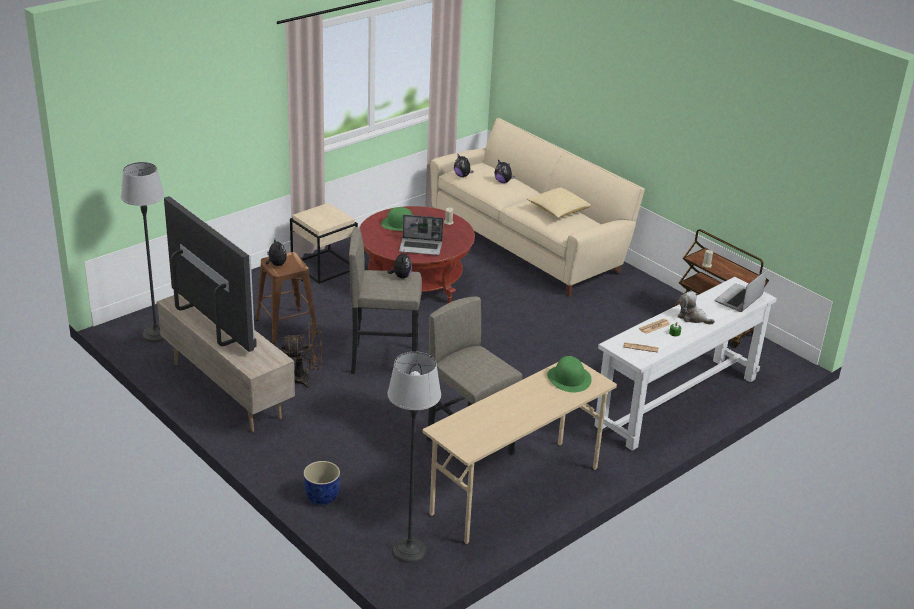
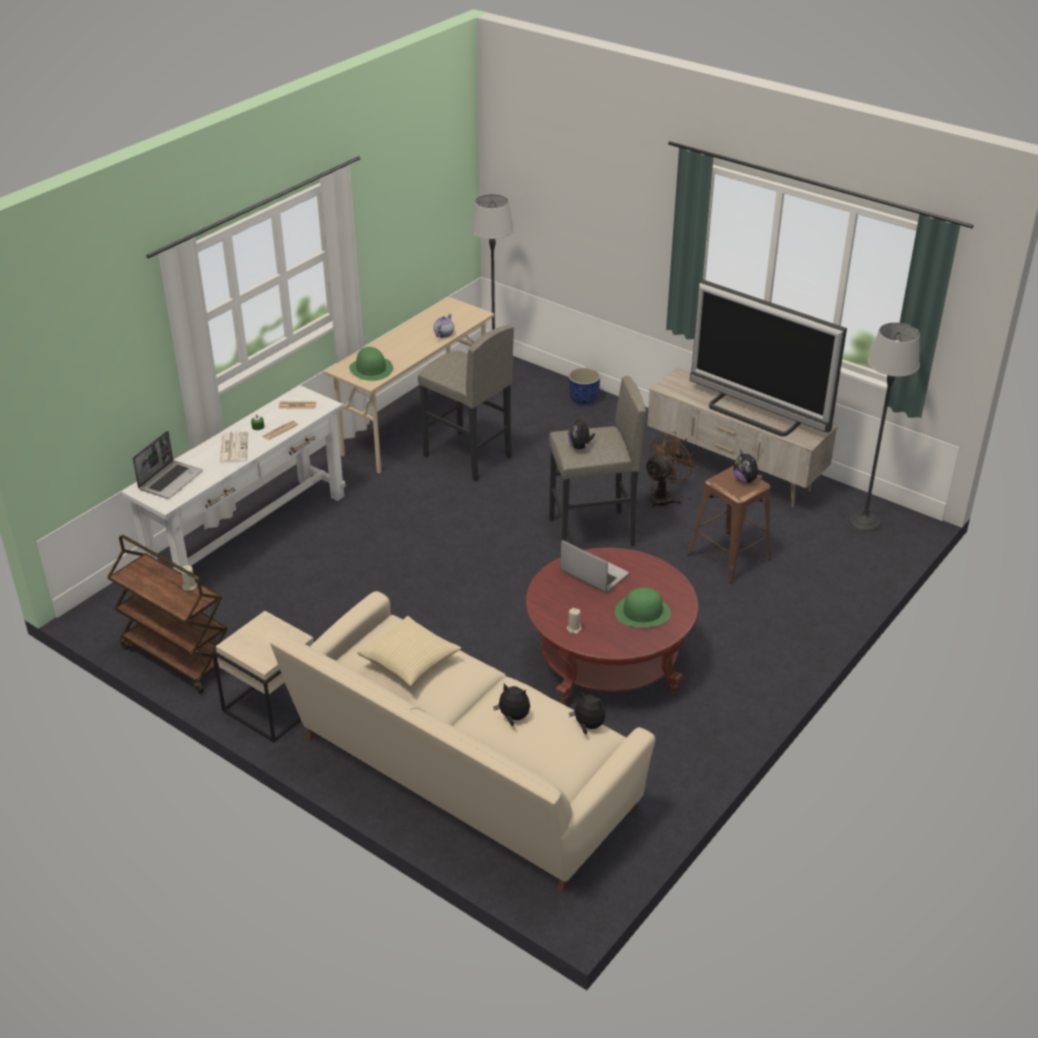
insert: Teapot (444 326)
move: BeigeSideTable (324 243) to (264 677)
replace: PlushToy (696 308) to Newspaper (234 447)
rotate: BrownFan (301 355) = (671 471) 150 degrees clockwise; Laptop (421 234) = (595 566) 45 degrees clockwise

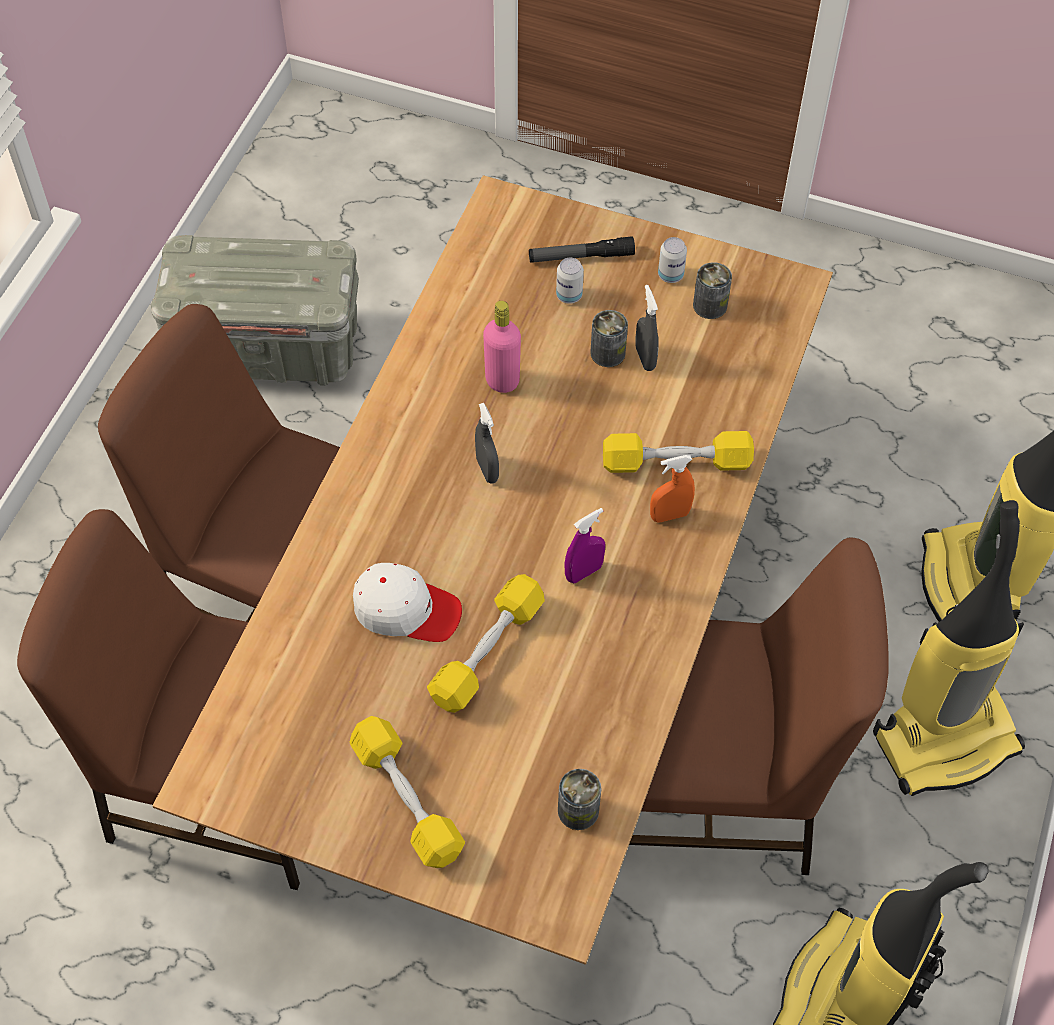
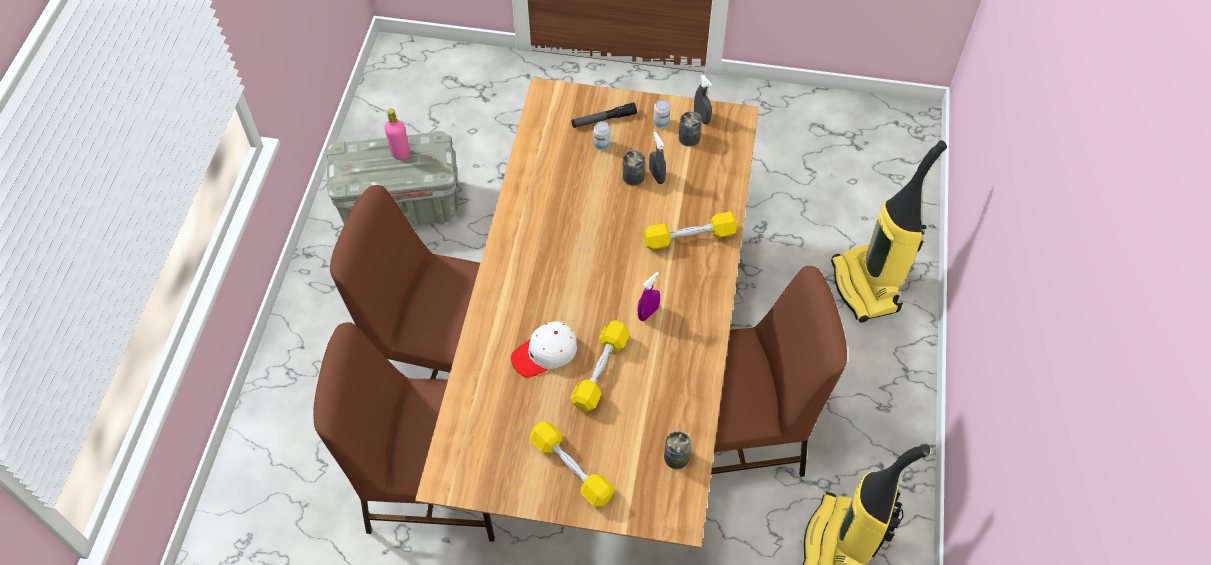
delete: OrangeSprayBottle (672 489); VacuumCleaner (949 648)
move: GreySprayBottle (487 443) to (703 99); PinkBottle (502 347) to (397 134)
rotate: WhiteCap (407 602) = (544 349) 150 degrees clockwise

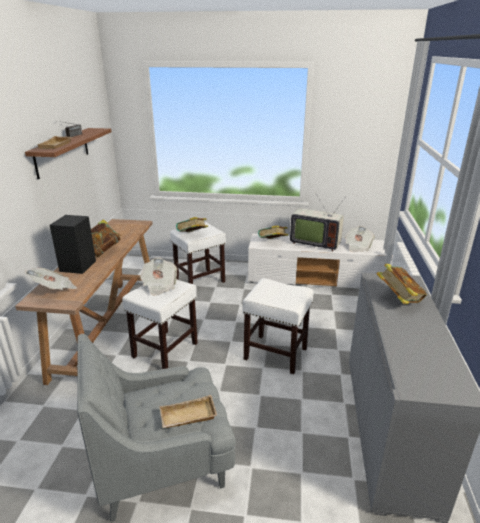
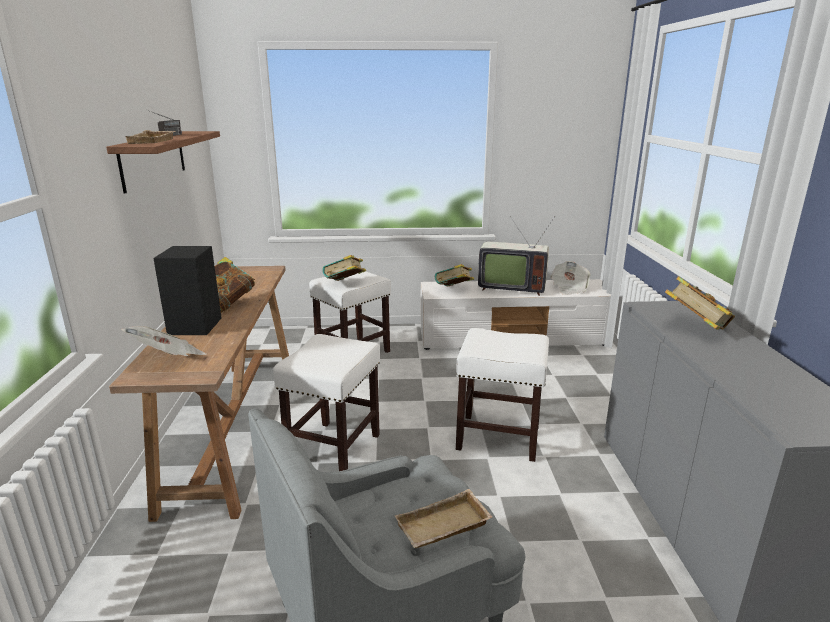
delete: Newspaper (158 277)

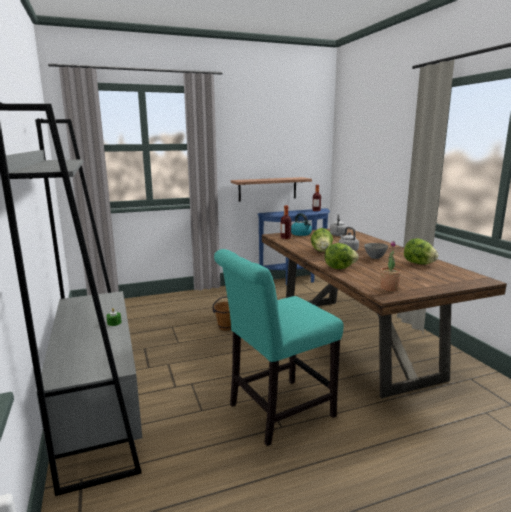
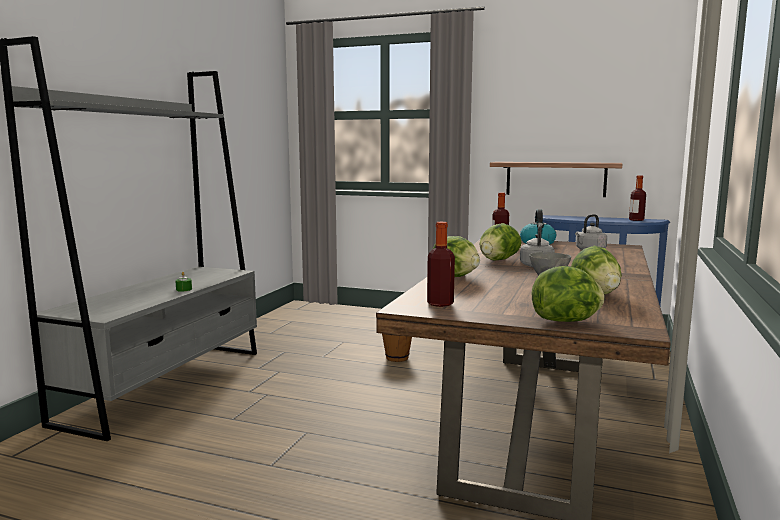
delete: TurquoiseChair (279 347)
insert: Lettuce (568 294)
replace: PottedPlant (390 266) to Bottle (441 264)

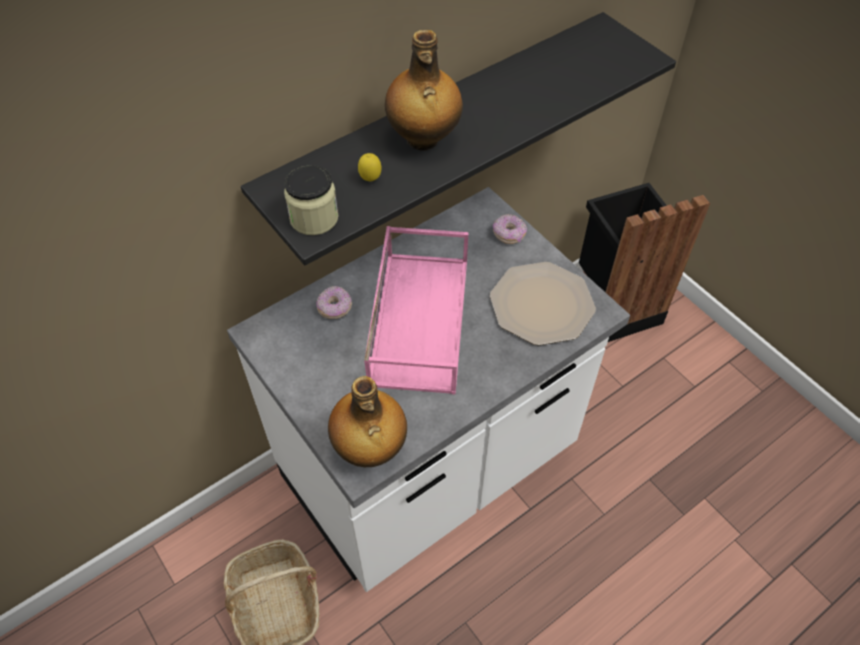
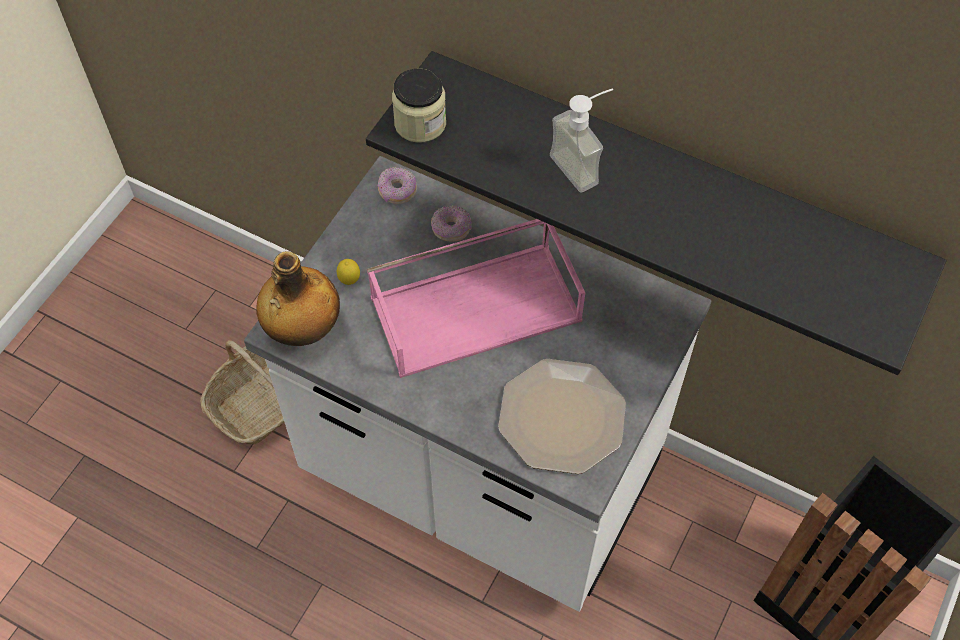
move: Lemon (370 167) to (348 272); Donut (510 229) to (397 185)
replace: Bottle (424 90) to SoapDispenser (581 140)

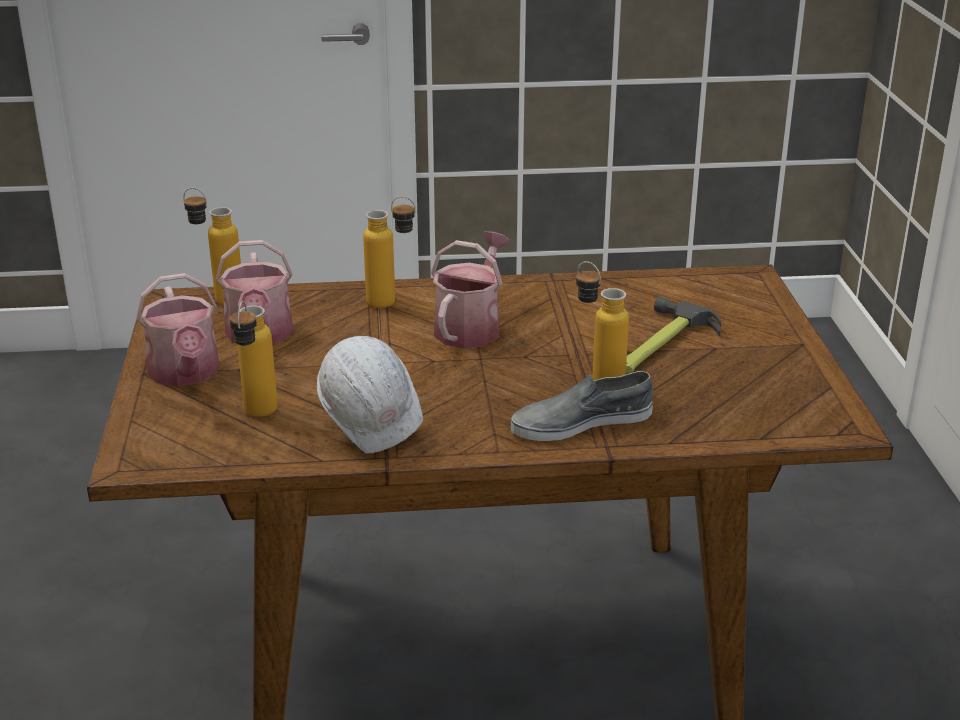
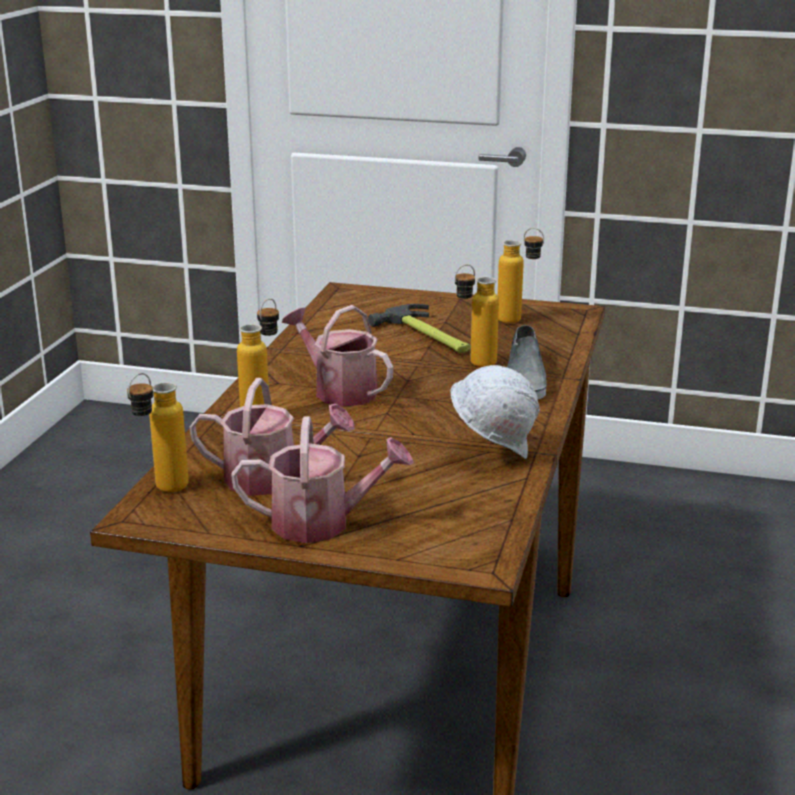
move: Bottle (254 359) to (521 276)

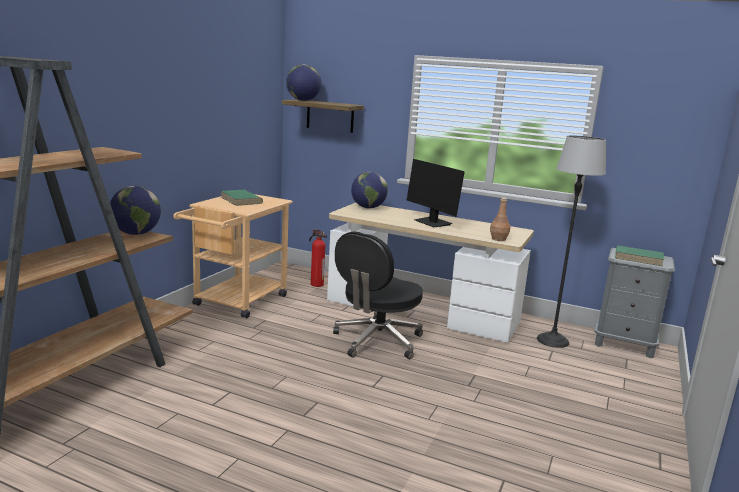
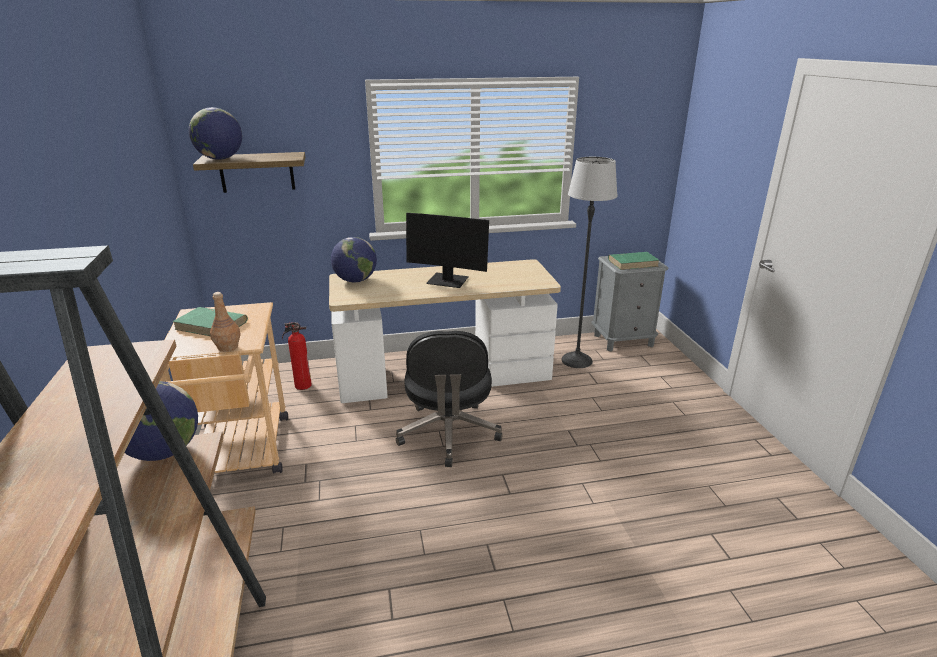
move: BrownBottle (500 219) to (225 322)

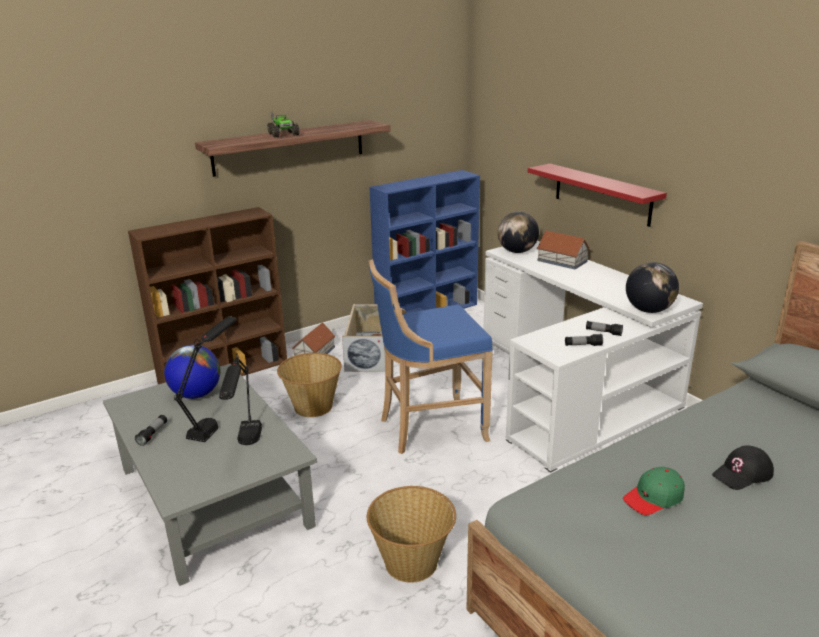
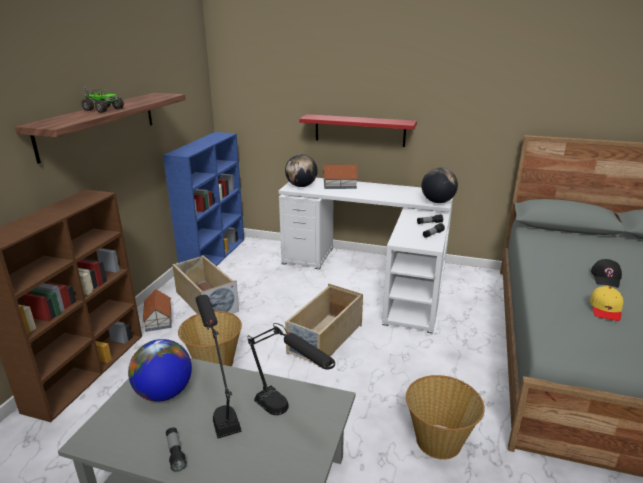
replace: BlueStool (430 356) to BeigeStorageBox (324 325)
recolor: GreenCap (654 491) to YellowCap (607 303)

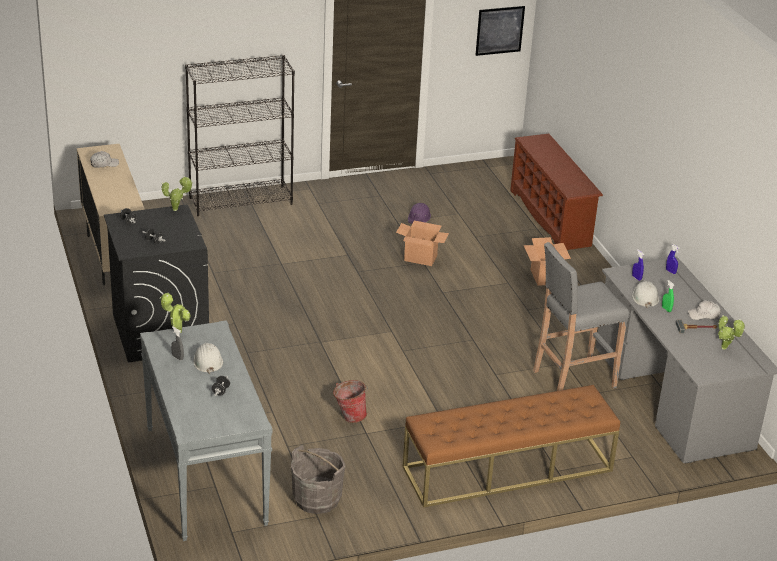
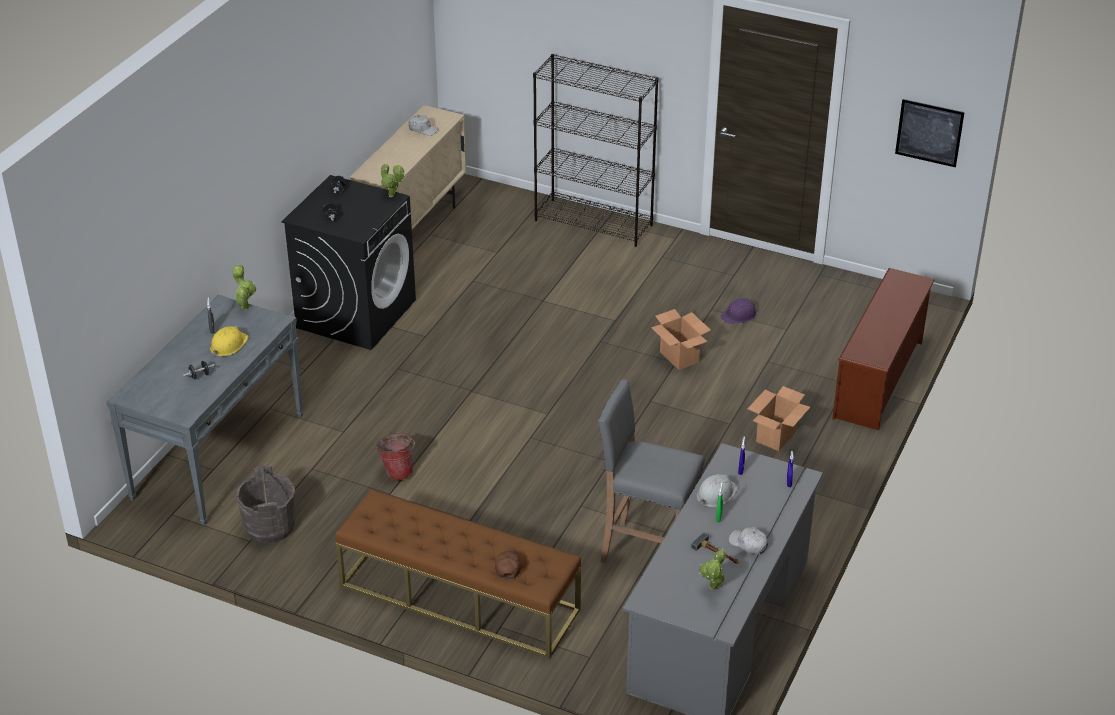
insert: BrownCap (508 564)
recolor: WhiteHardHat (208 358) to YellowHardHat (229 341)

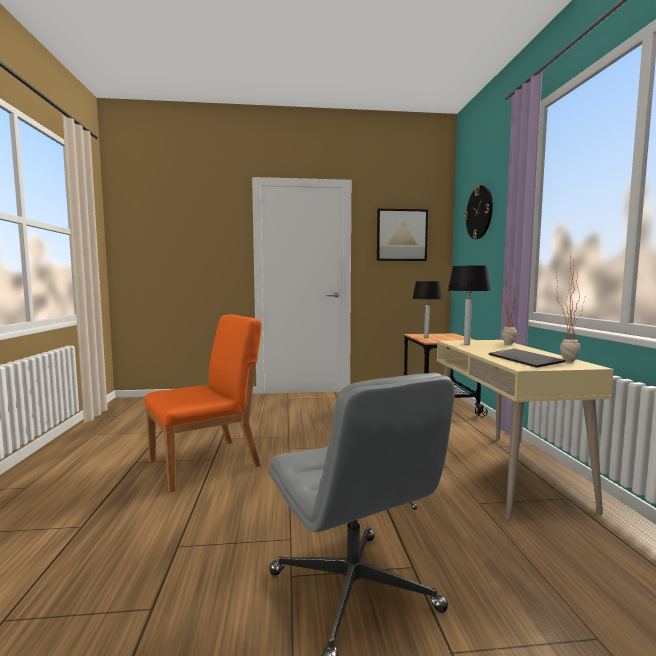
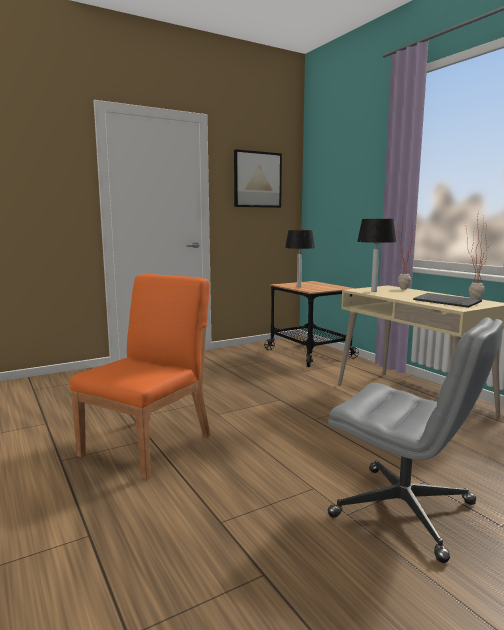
delete: WallClock (478 212)

